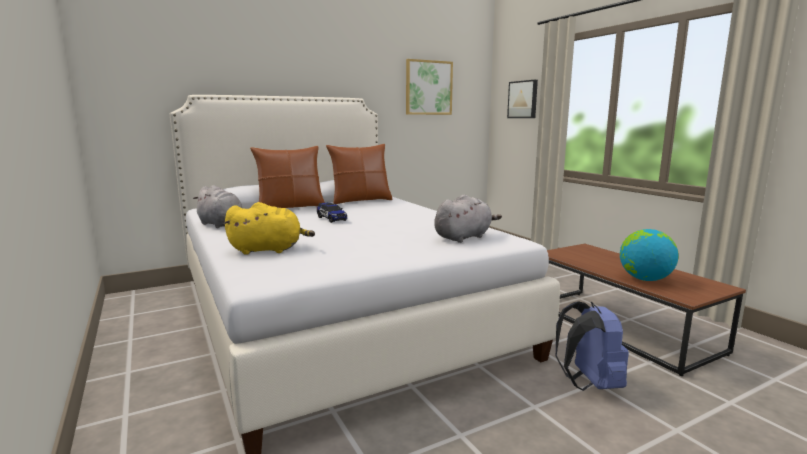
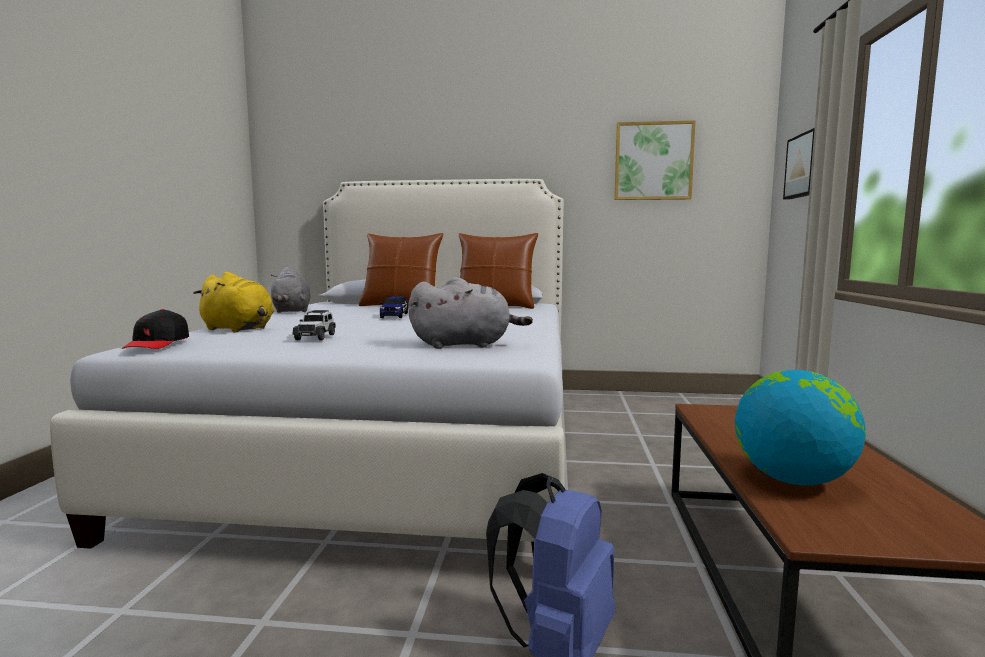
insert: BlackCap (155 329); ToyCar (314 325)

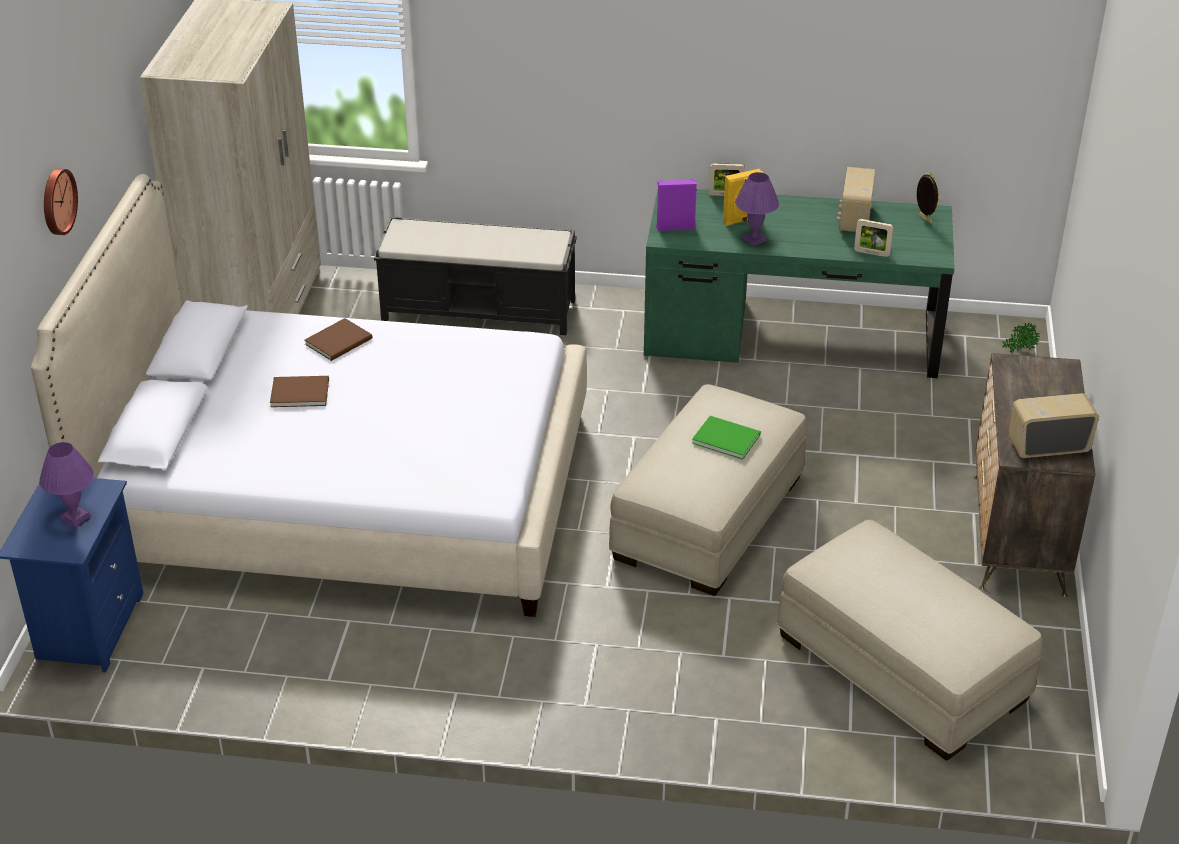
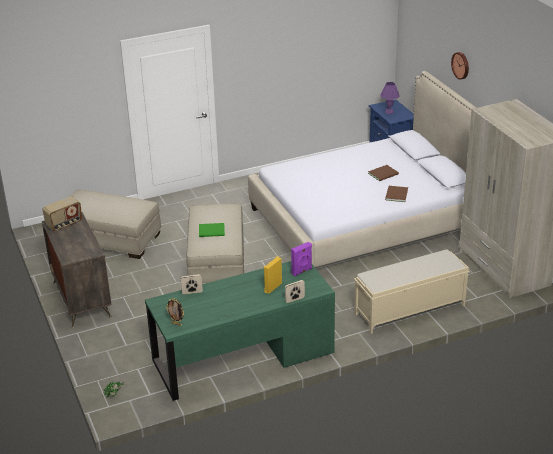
delete: PurpleTableLamp (757 209); Radio (856 199)
recolor: BlackBench (475 276) to BeigeBench (412 291)

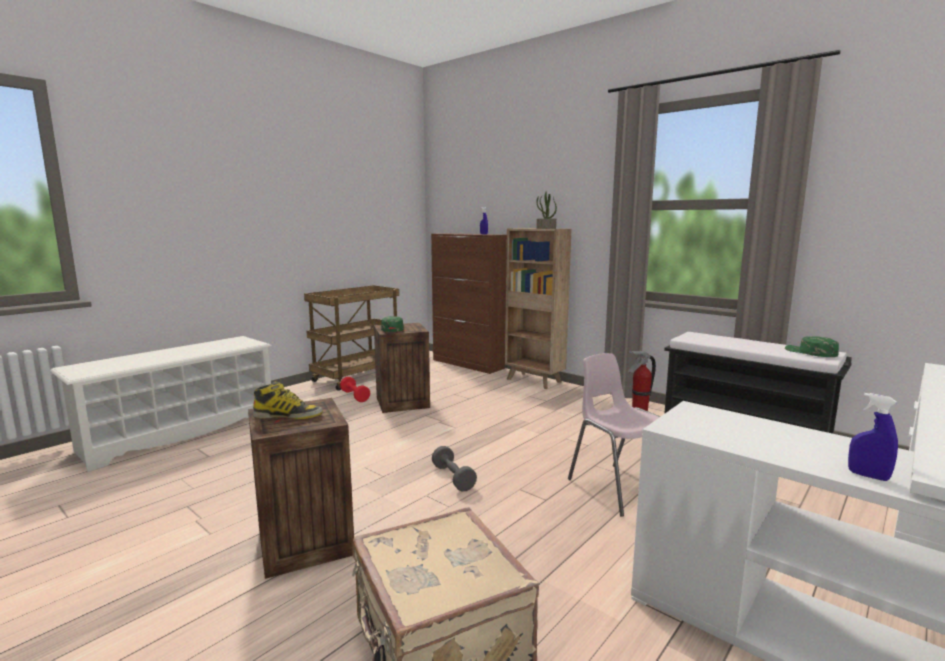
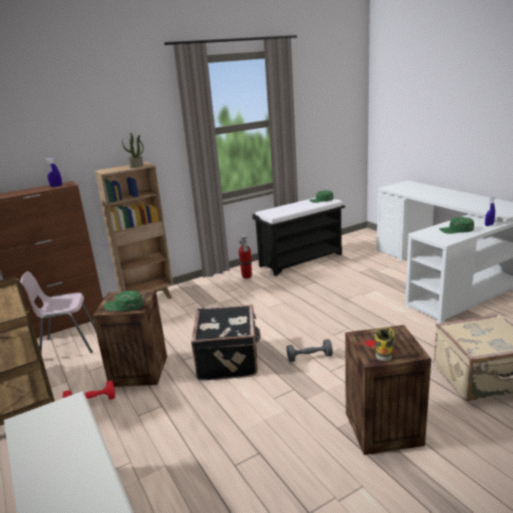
insert: BlackSuitcase (226 343); GreenCap (456 225)
move: PinkChair (614 435) to (58 312)

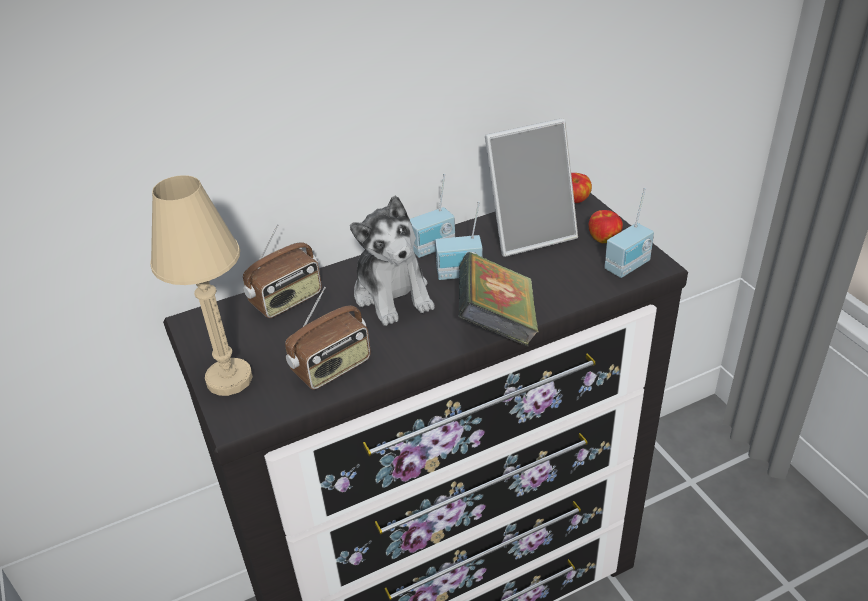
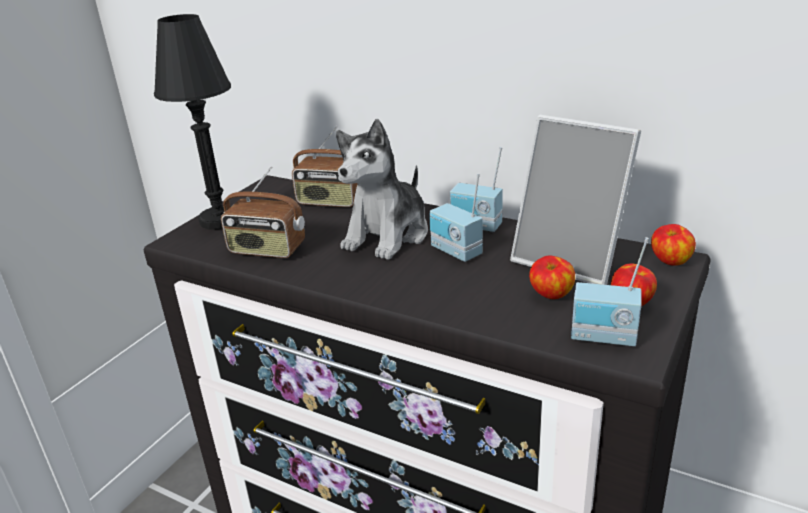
delete: Book (499 299)
insert: Apple (552 277)
recolor: BeigeTableLamp (201 285) to BlackTableLamp (192 122)

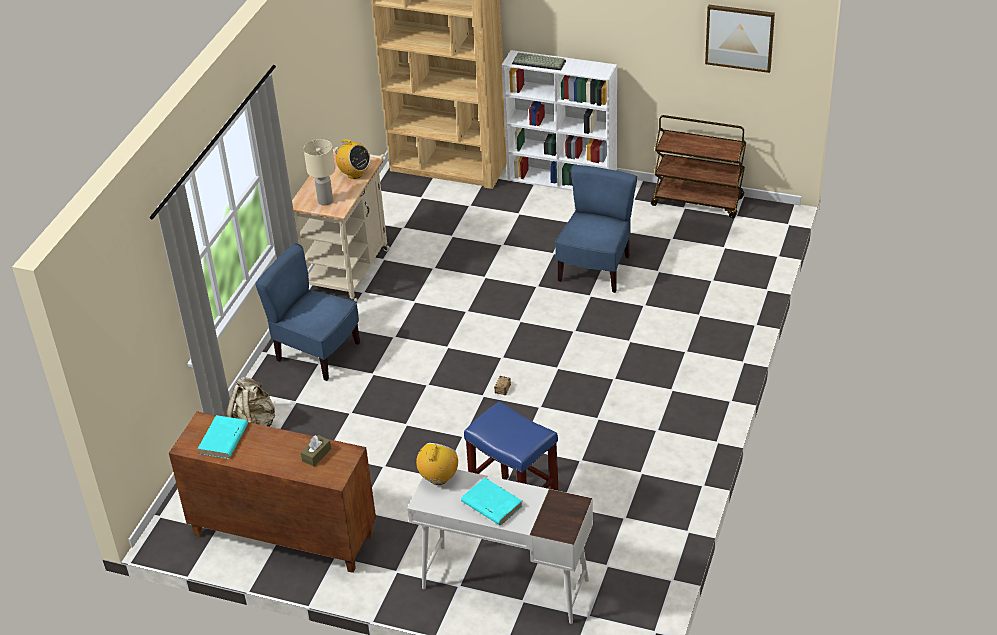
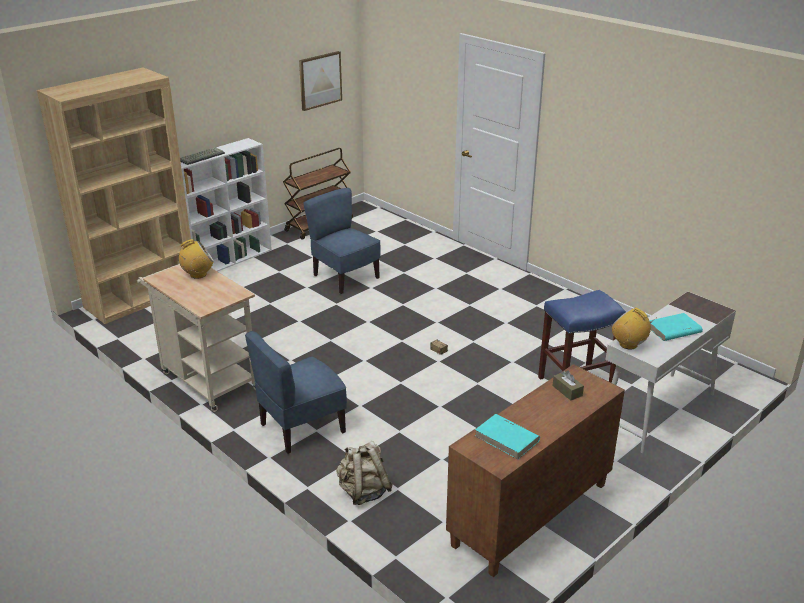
delete: BeigeTableLamp (319 172)

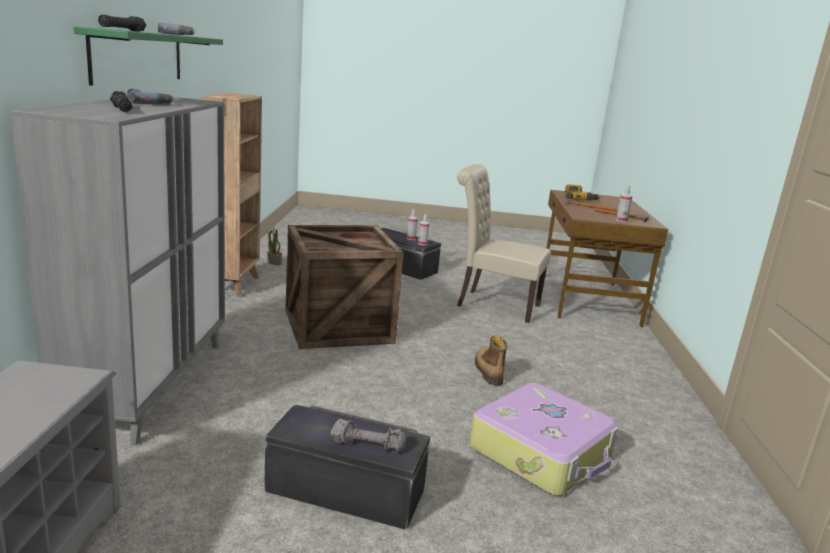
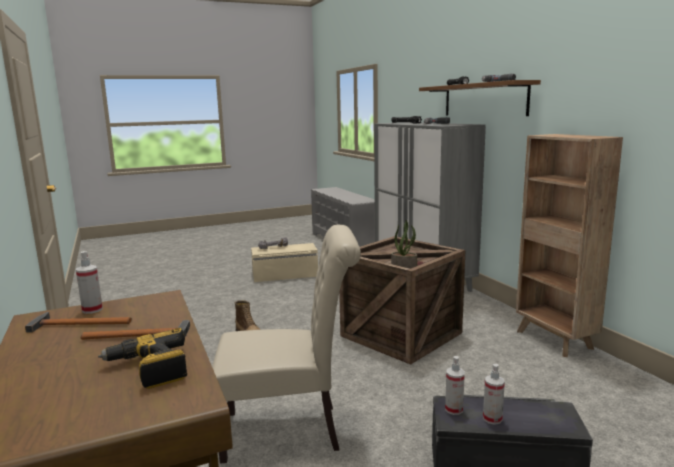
delete: Suitcase (544 439)
move: PottedPlant (274 246) to (404 244)
recolor: GreenShelf (148 56) to BrownShelf (480 98); BlackStorageBox (347 467) to BeigeStorageBox (284 262)

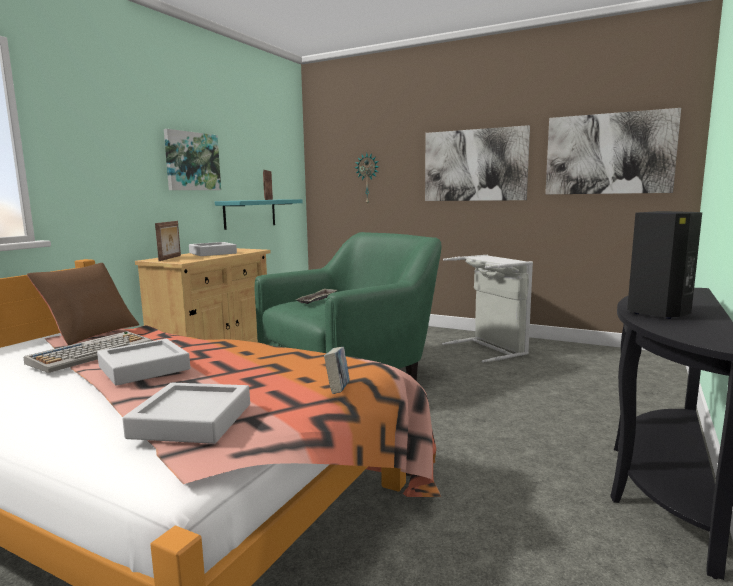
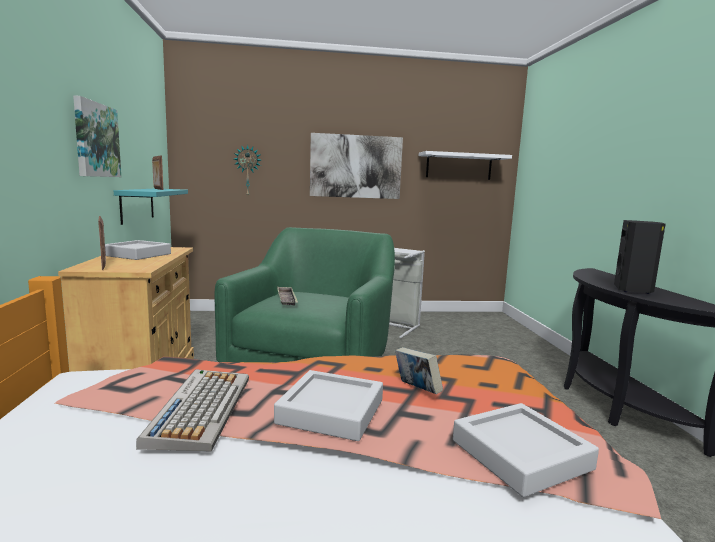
delete: BrownPillow (83 304)
move: Book (337 370) to (419 370)
replace: Picture (613 151) to WhiteShelf (465 165)

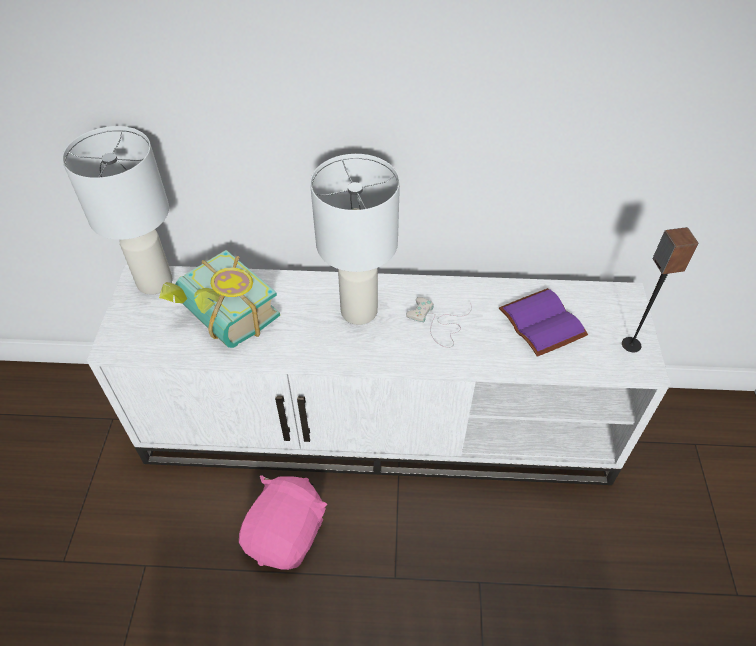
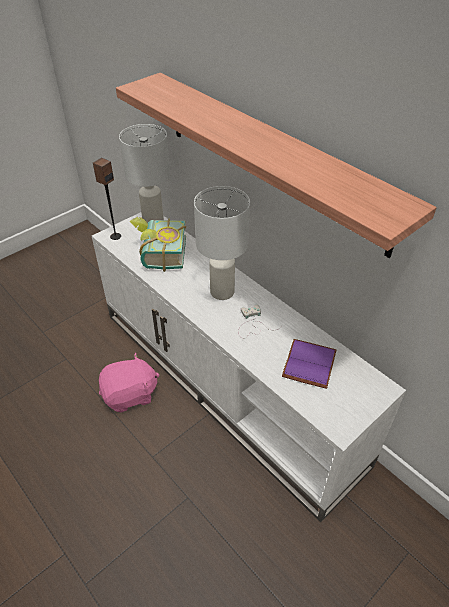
insert: Shelf (276 165)
move: Speaker (660 289) to (107 199)

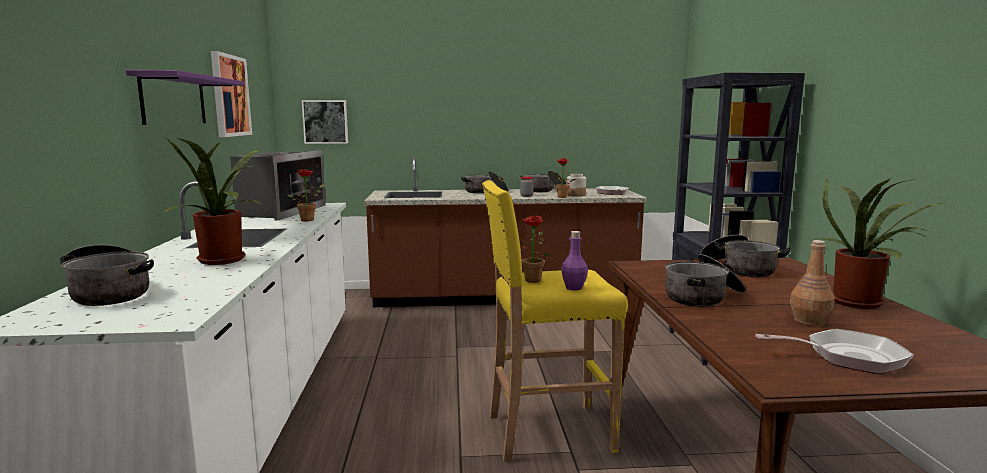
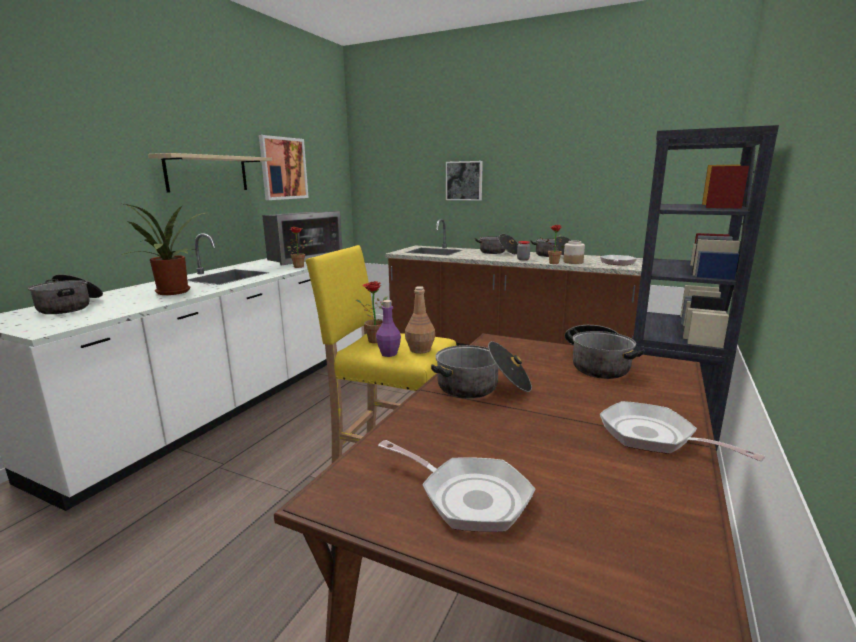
move: Picture (325 122) to (464 181); BrownBottle (812 283) to (420 320)
replace: PottedPlant (880 243) to FryingPan (682 431)
recolor: PurpleShelf (185 97) to BeigeShelf (210 173)

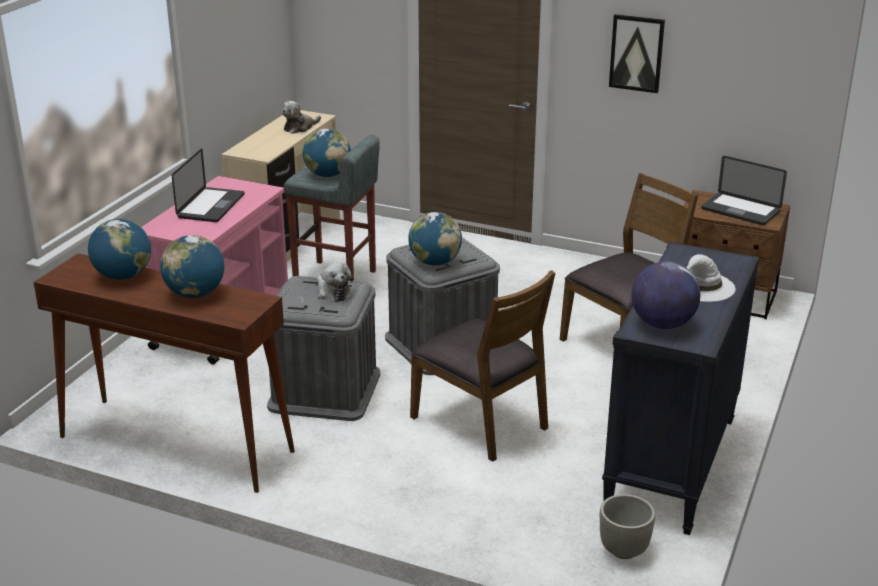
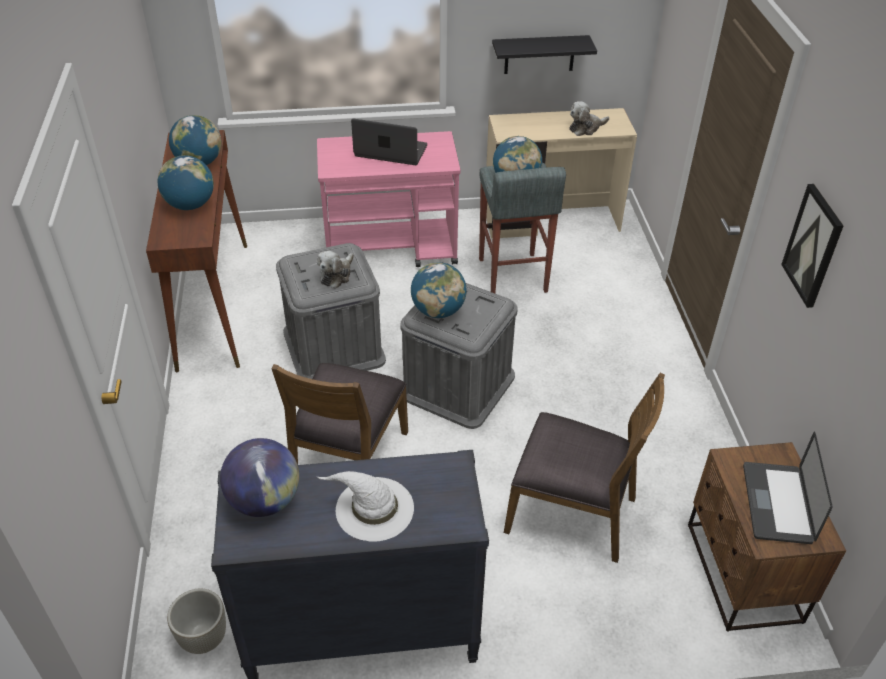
insert: BlackShelf (544 54)
rotate: Laptop (208 185) = (389 142) 150 degrees counterclockwise; PlushToy (301 117) = (589 118) 45 degrees counterclockwise

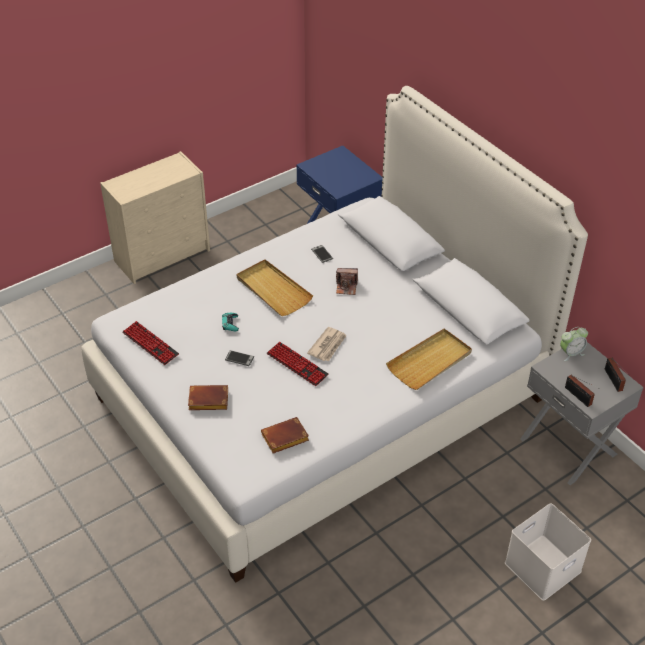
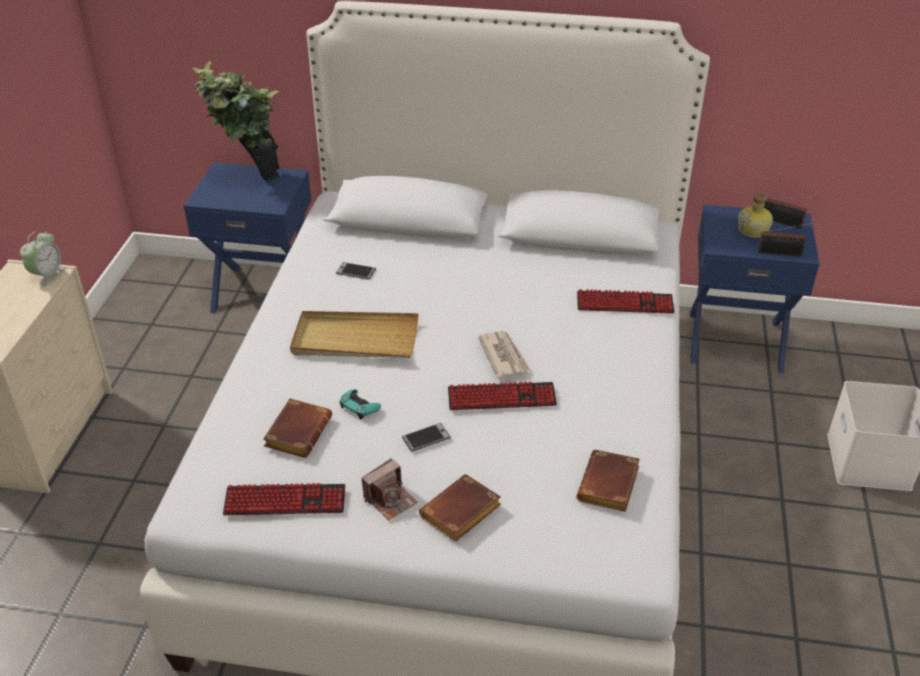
insert: PottedPlant (236 121); BrownBook (297 428); Bottle (755 215)
move: PhotoCamera (347 281) to (389 489); AlarmClock (574 344) to (43 259)
replace: BeigeTray (429 359) to Keyboard (626 301)
recolor: GreyNightstand (582 413) to BlueNightstand (755 288)

